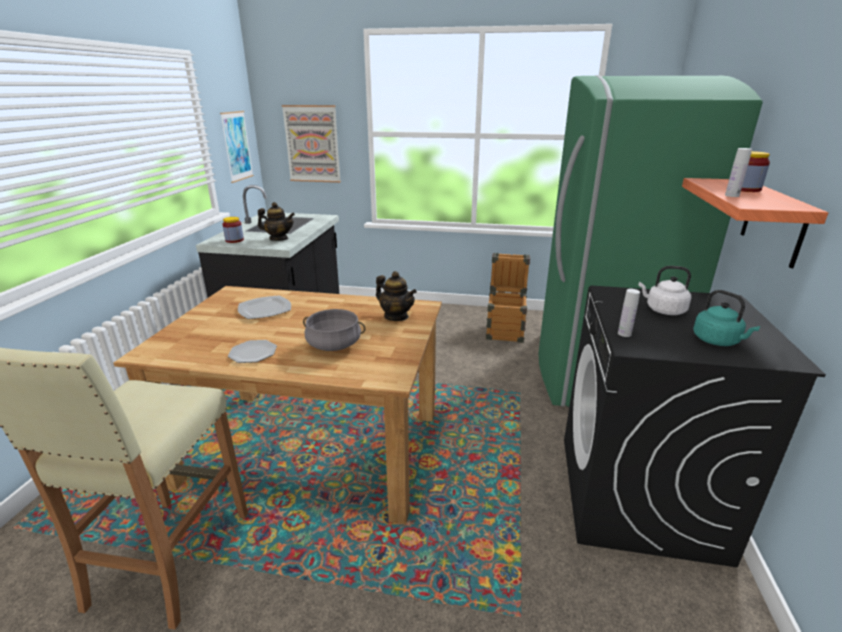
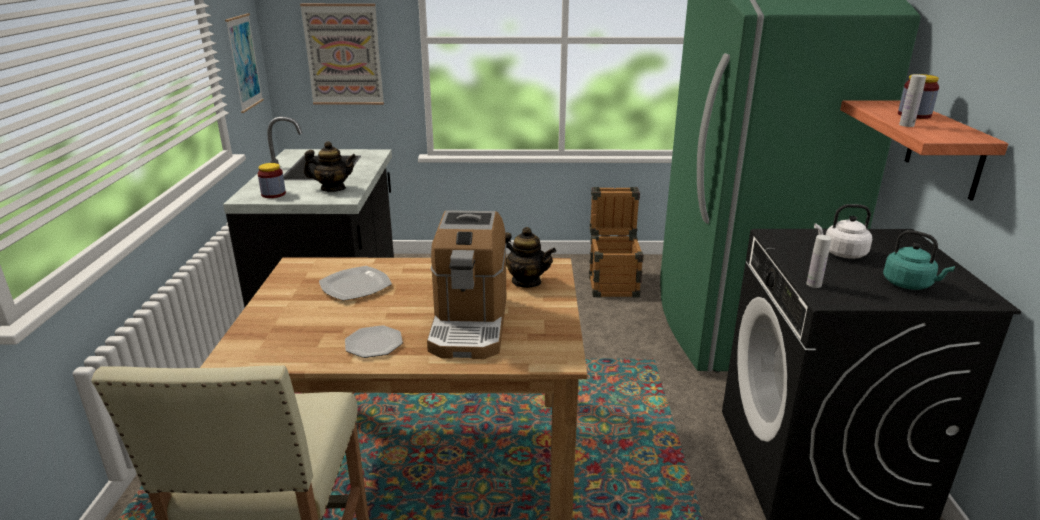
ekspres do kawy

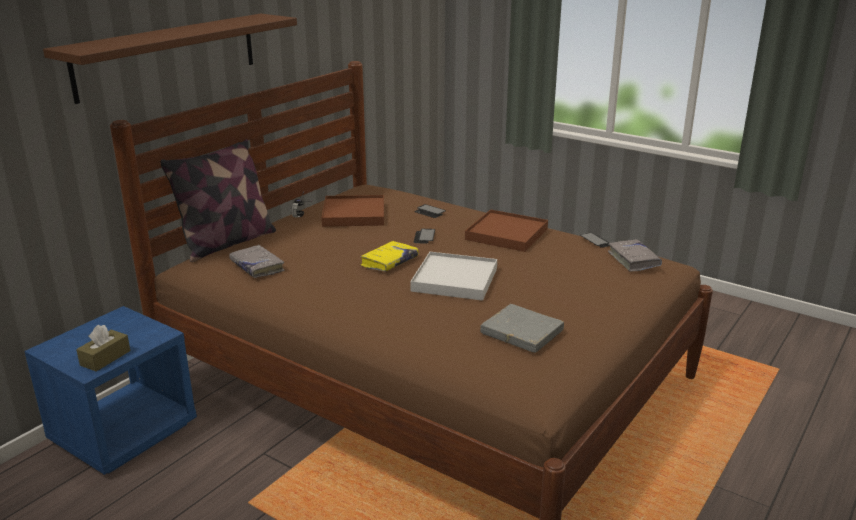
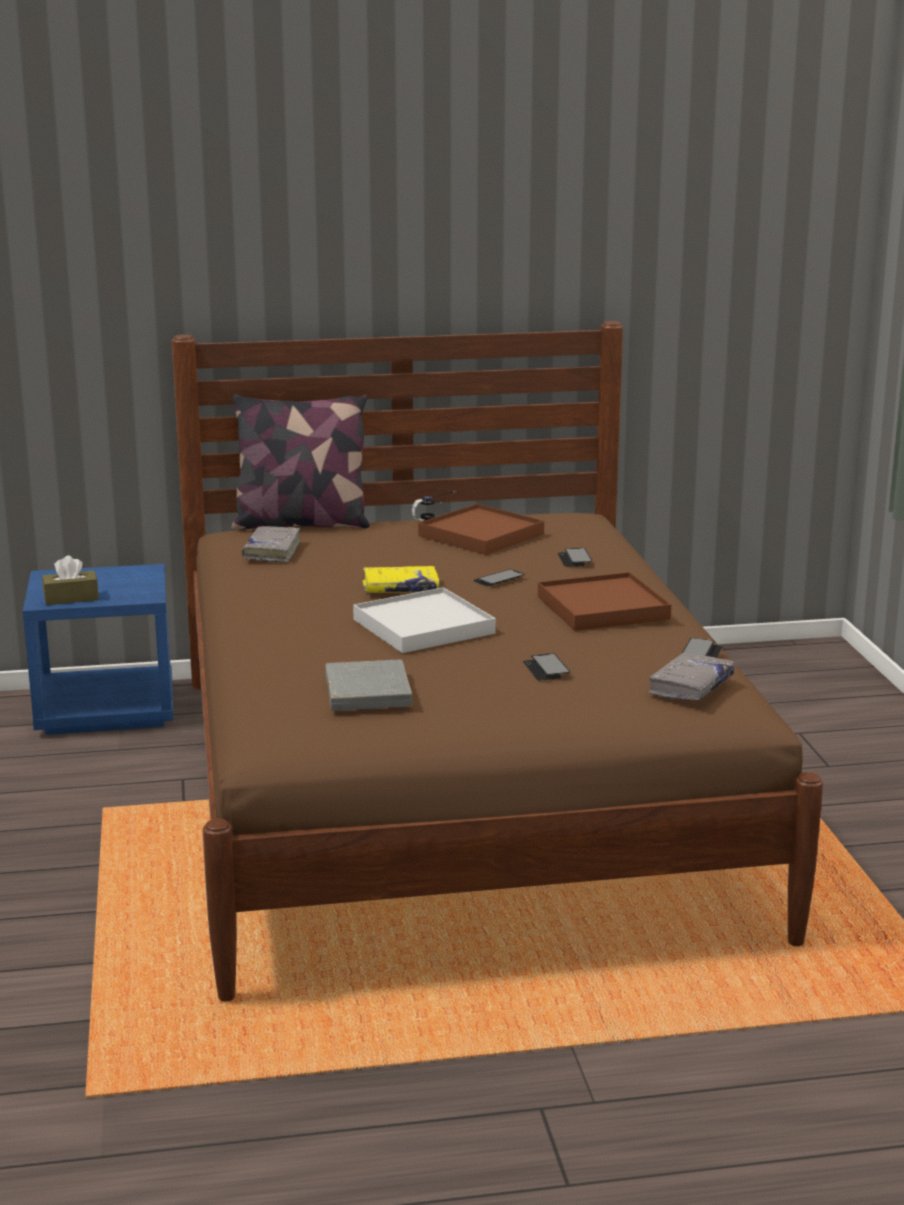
półka/brązowy
telefon (2nd from left)

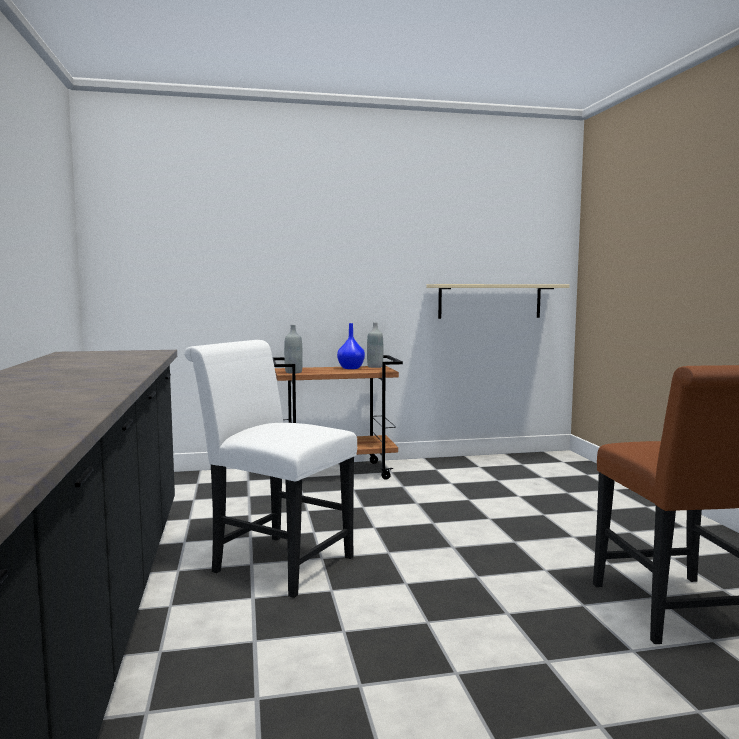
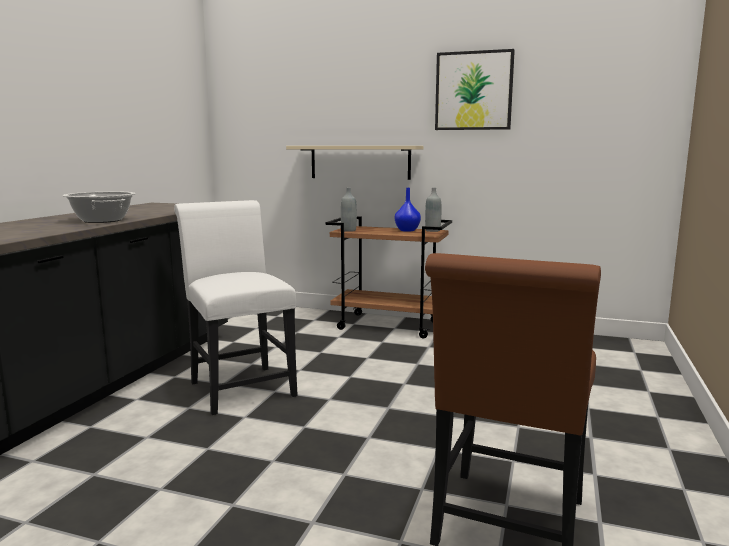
półka/beżowy
obraz
garnek

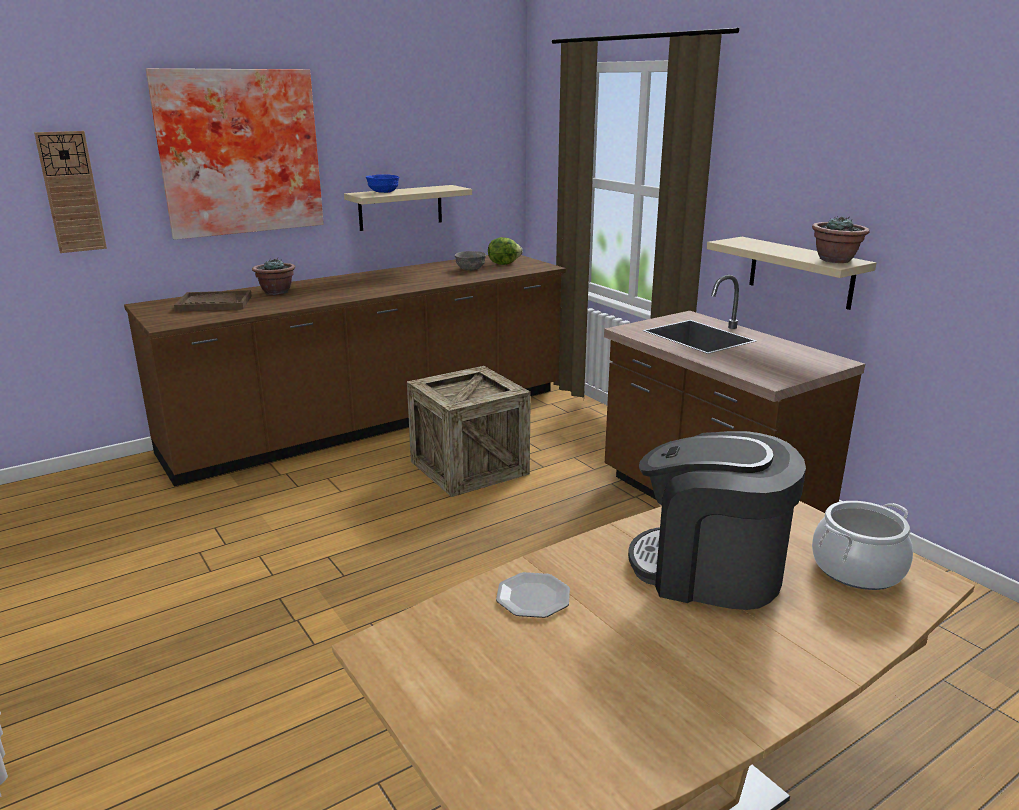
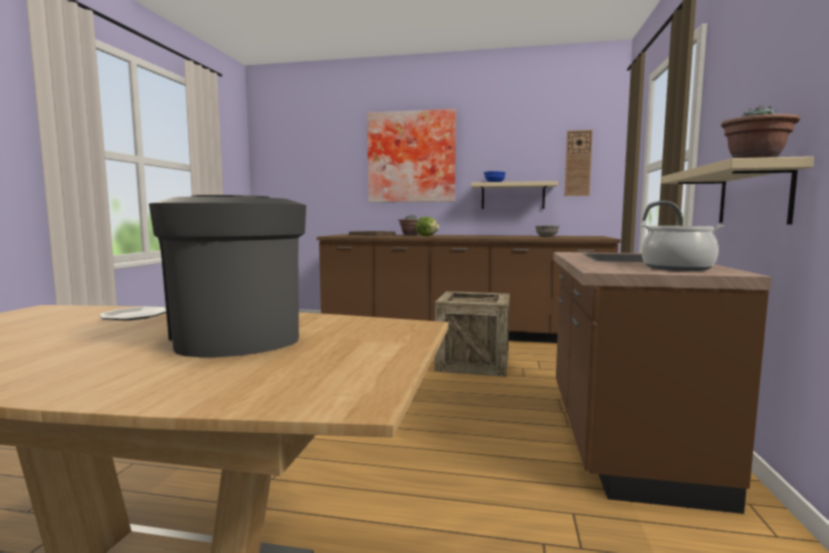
zegar ścienny
sałata
garnek

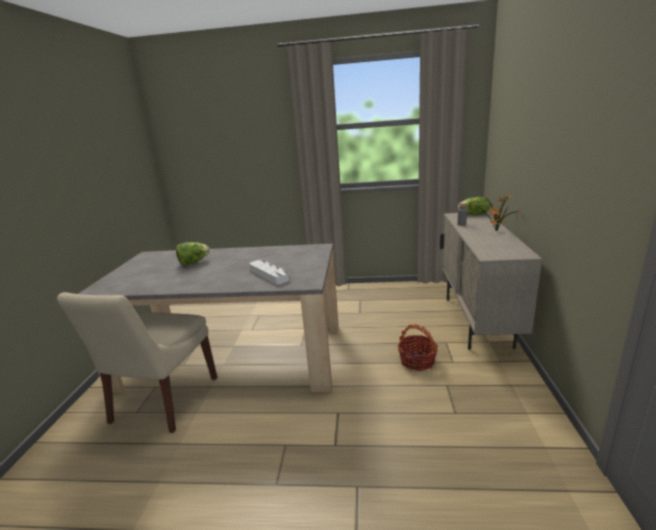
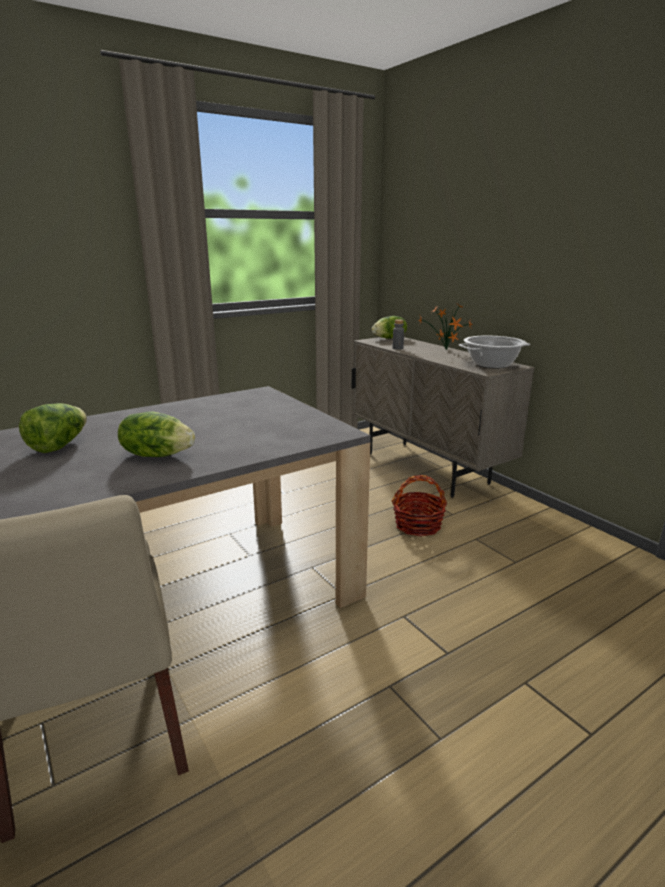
taca/szary
garnek
sałata (2nd from left)

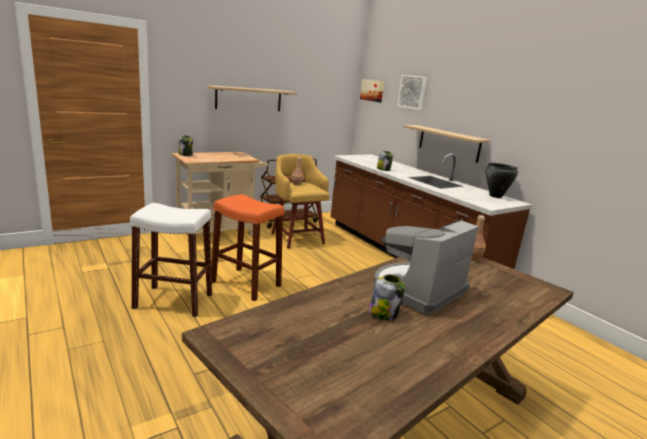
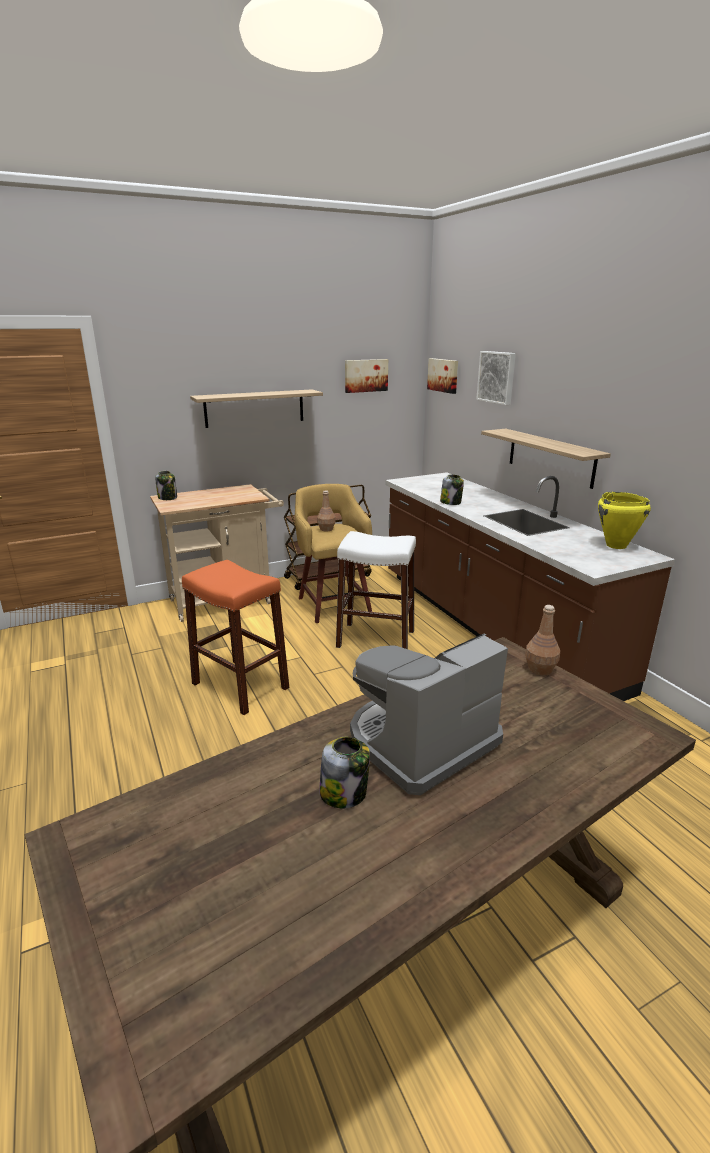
garnek/żółty
stołek/biały
obraz (1st from left)

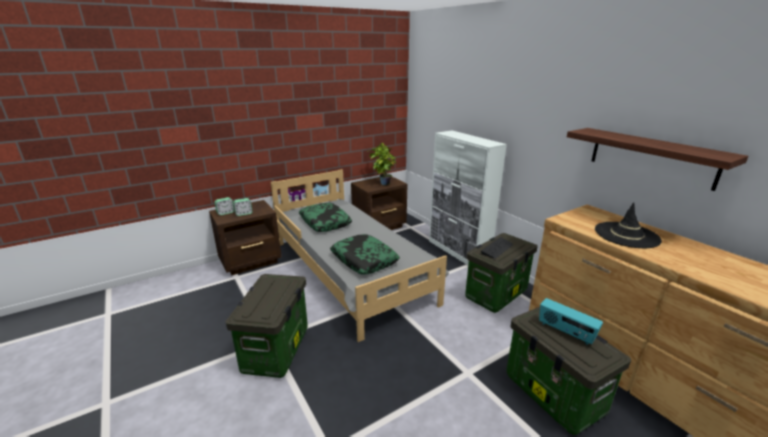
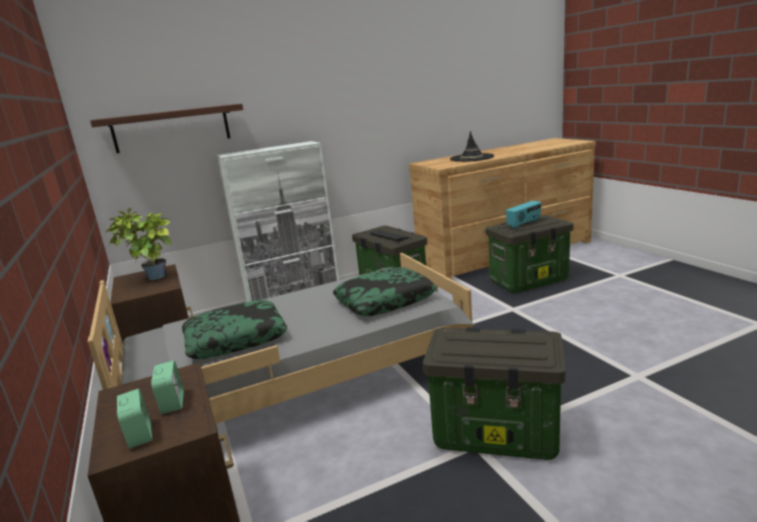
półka

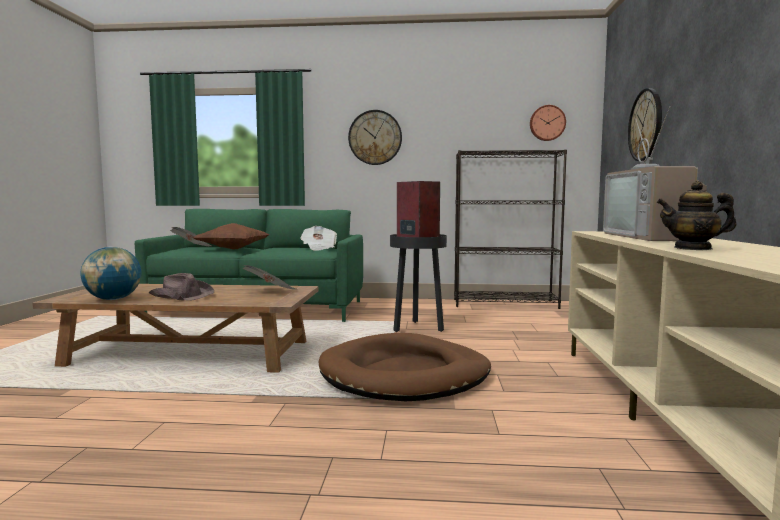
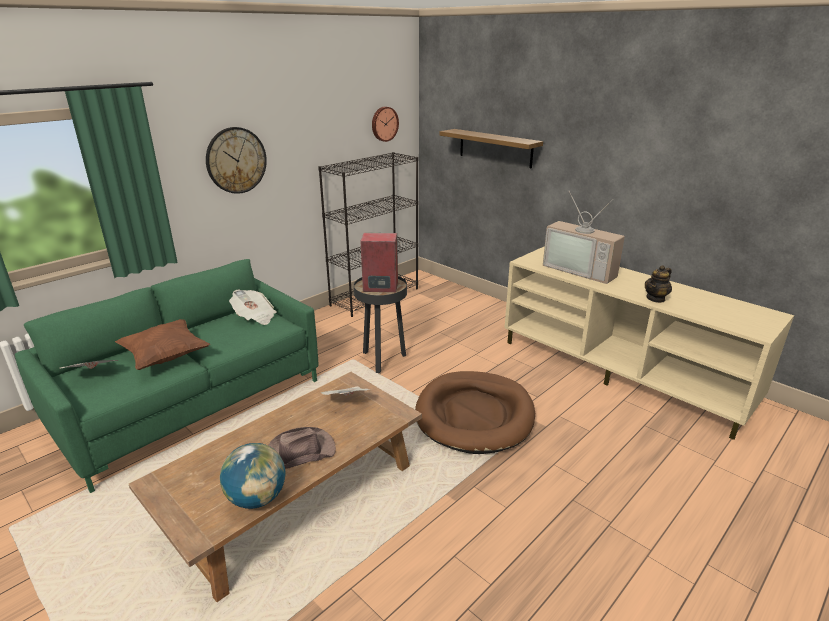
półka

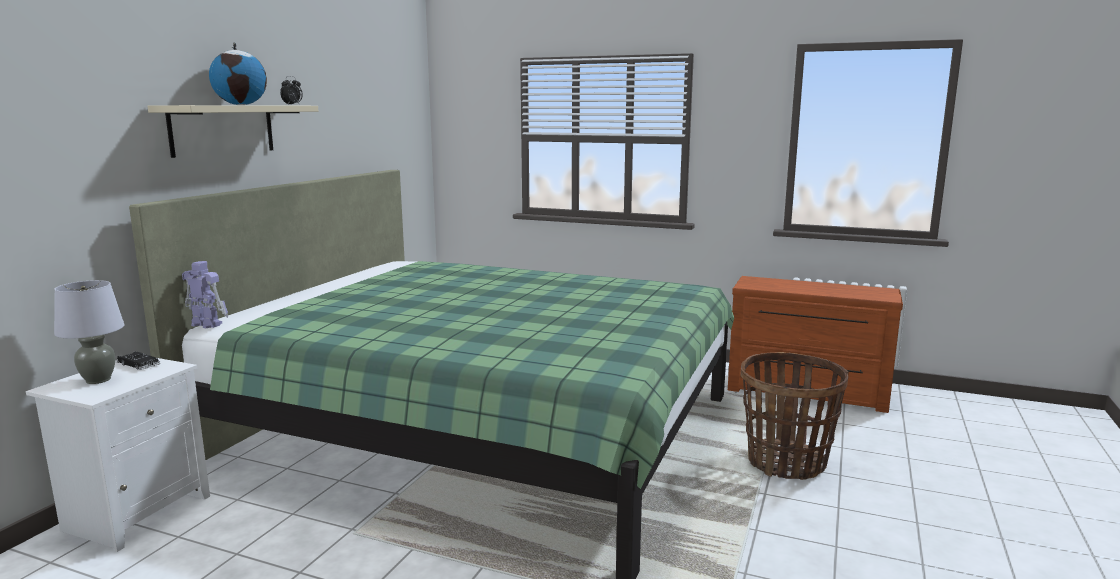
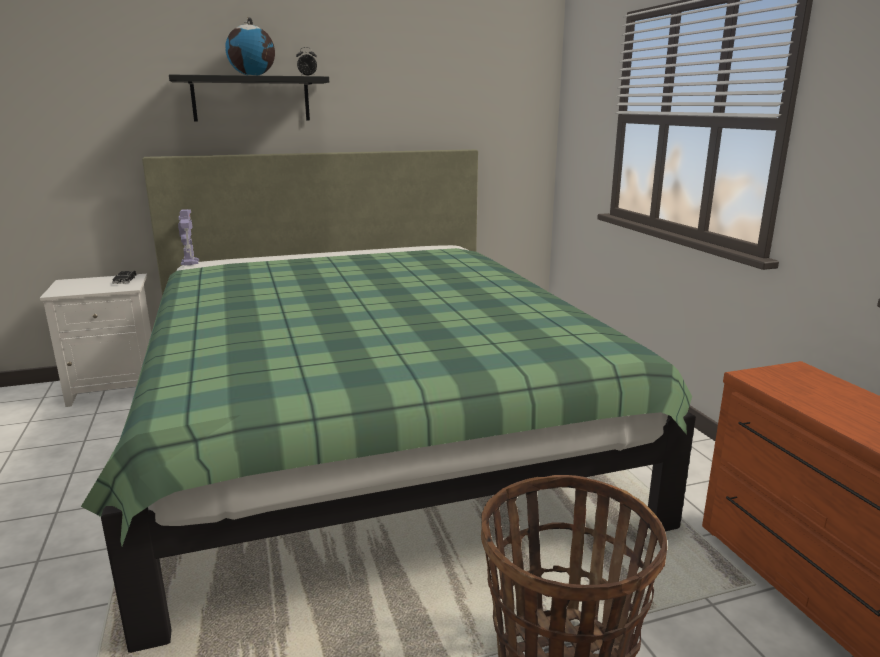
półka/czarny
lampa stołowa/szary

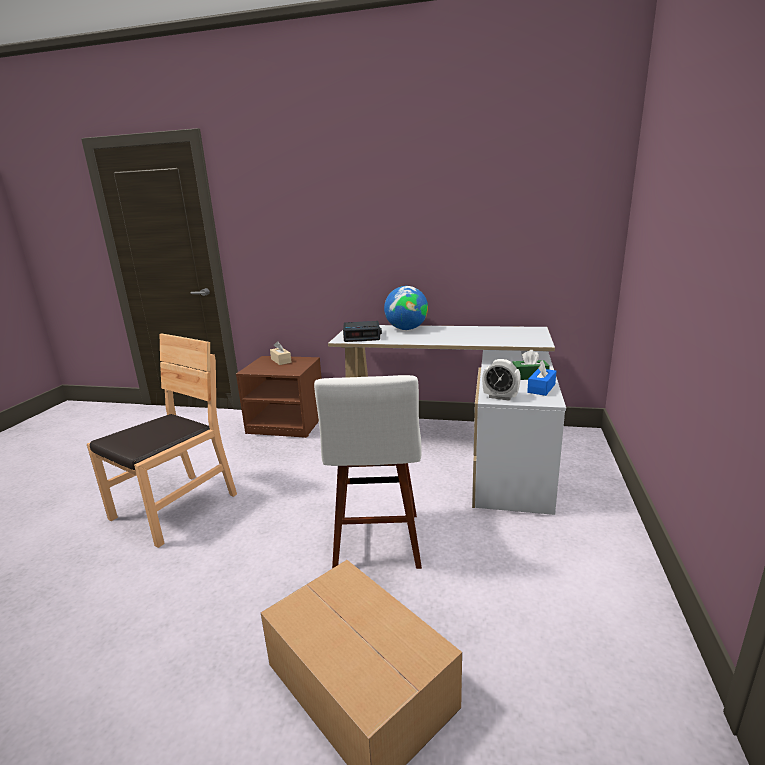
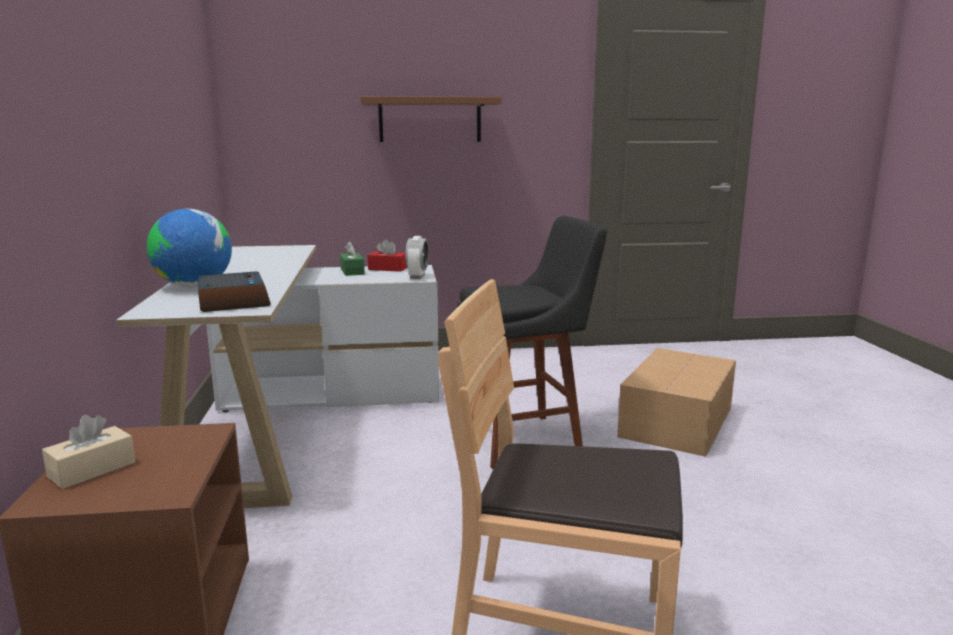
pudełko chusteczek/czerwony
stołek/czarny
półka/brązowy

